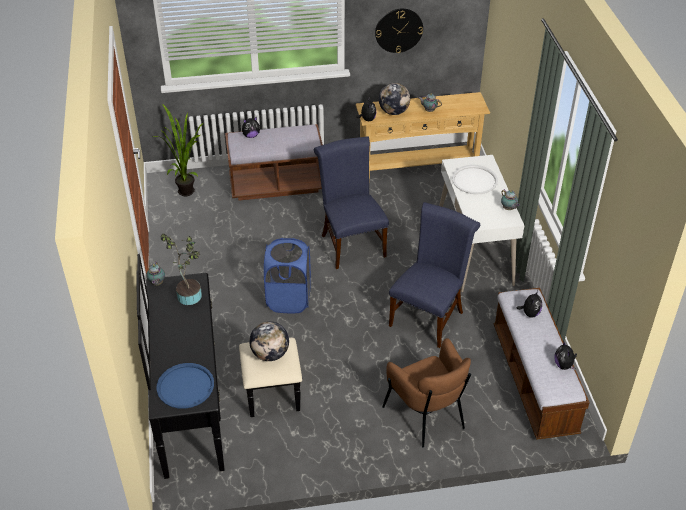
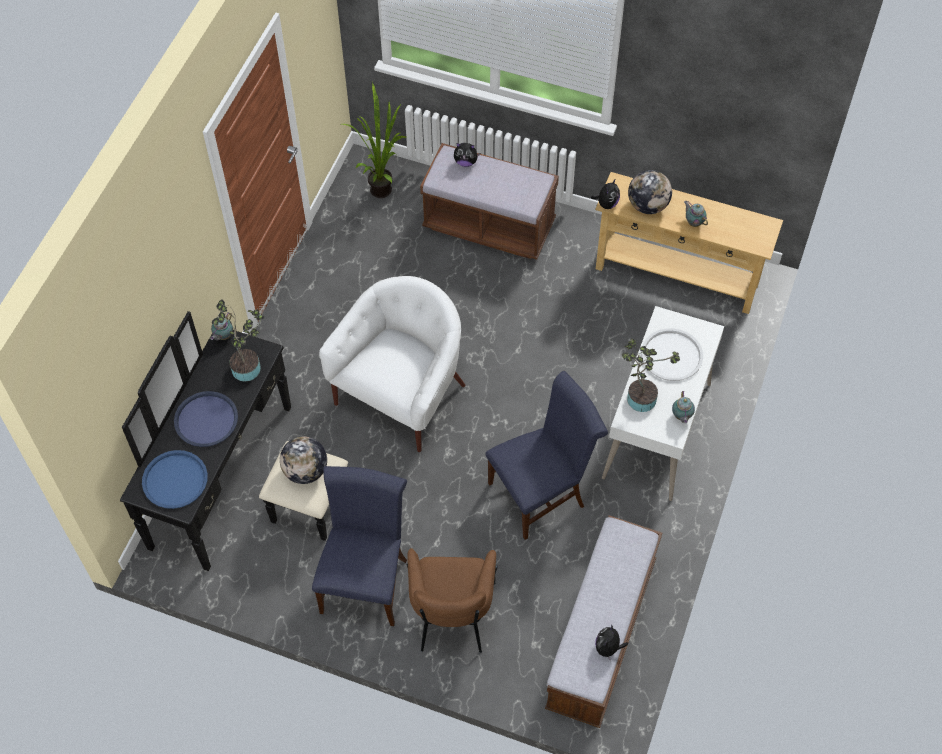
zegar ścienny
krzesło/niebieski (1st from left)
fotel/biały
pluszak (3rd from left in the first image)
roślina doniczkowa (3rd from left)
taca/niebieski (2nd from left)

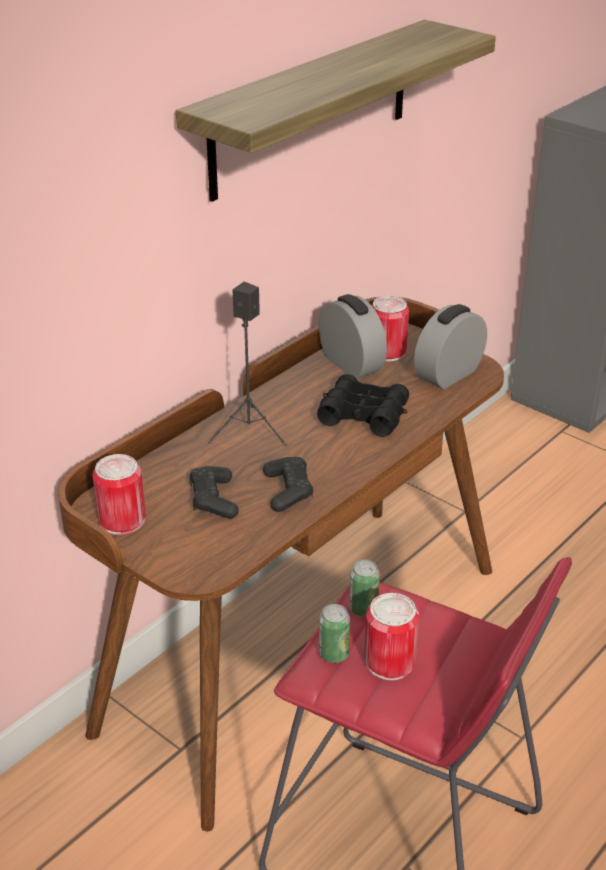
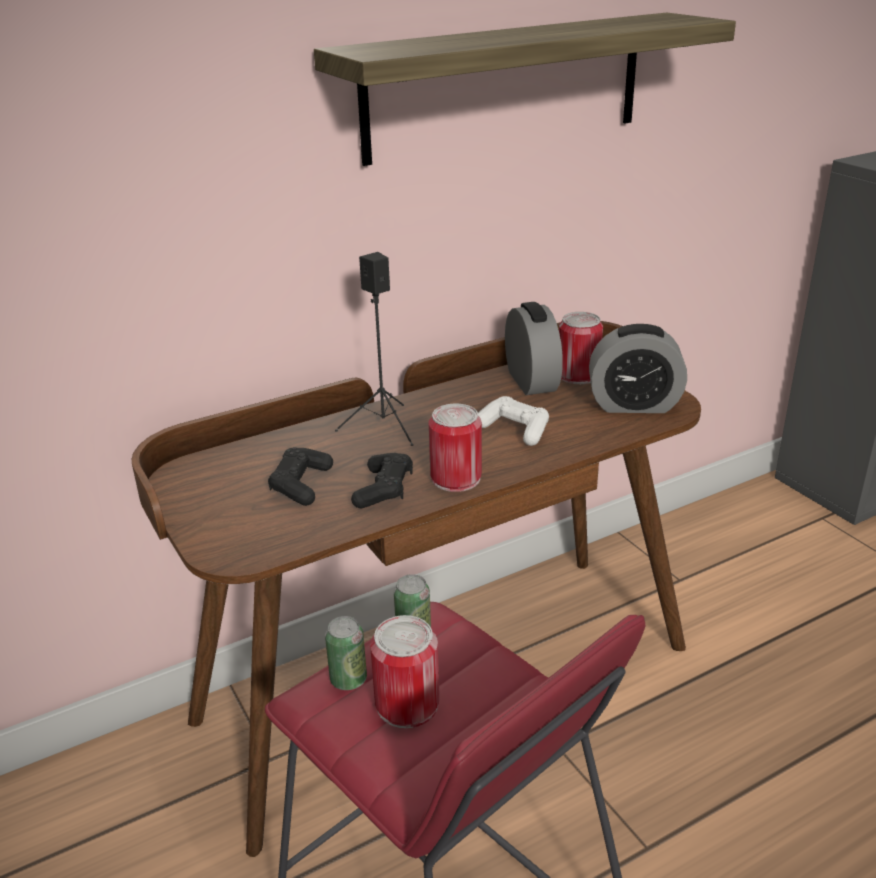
budzik (2nd from left)
pad do gier/biały
puszka (4th from left)

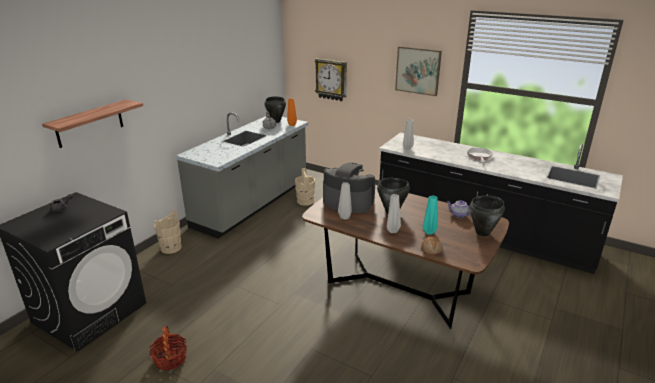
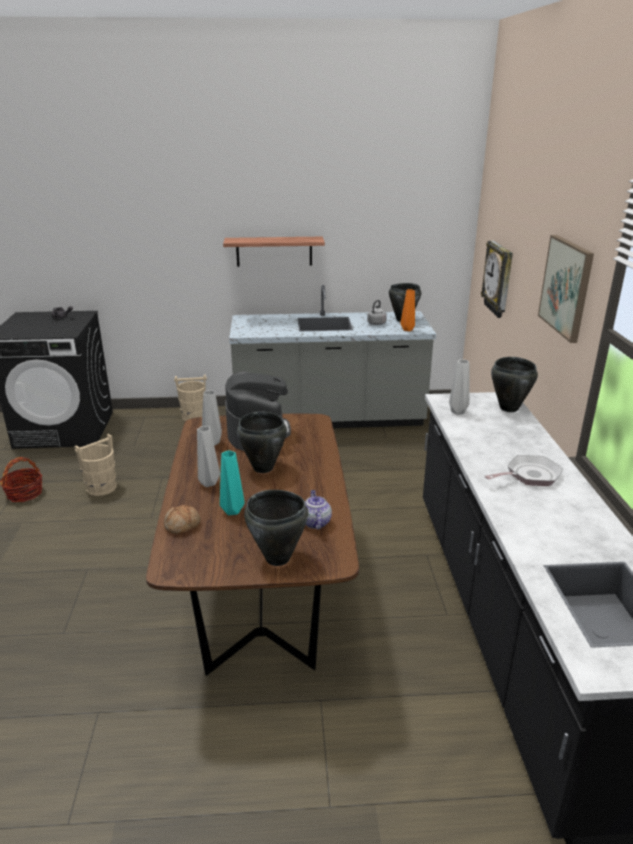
półka
wiadro/beżowy (1st from left)
garnek/czarny (4th from left)

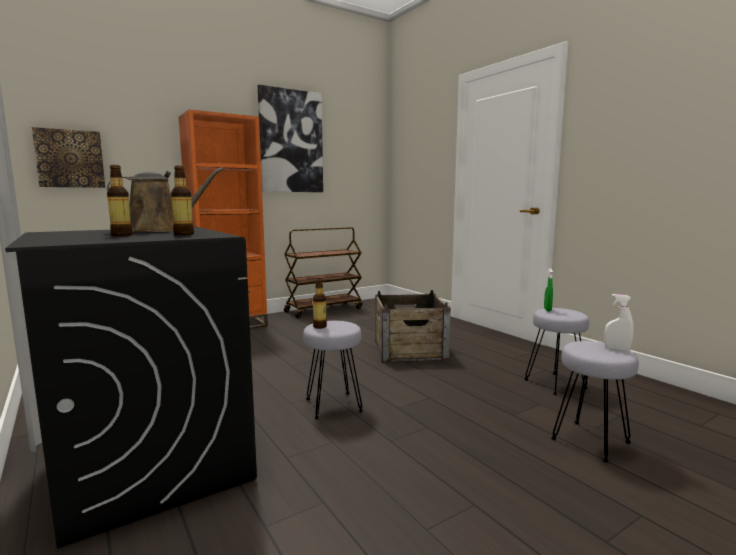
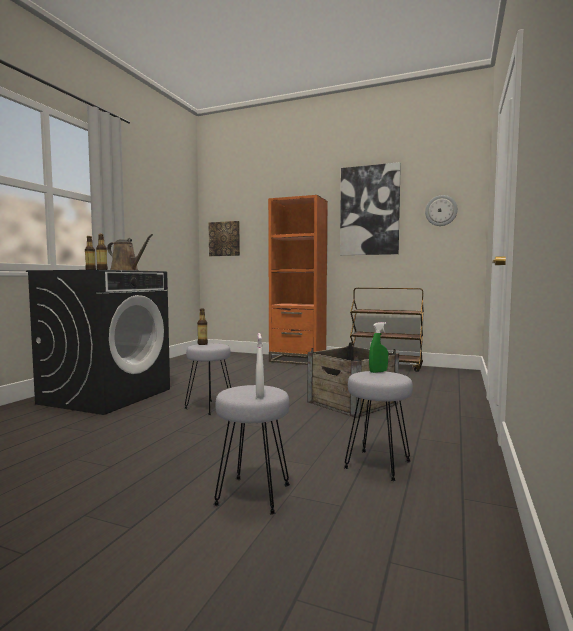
zegar ścienny

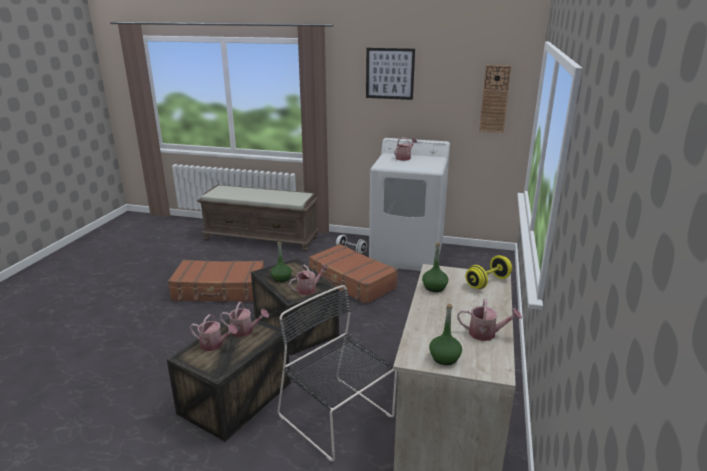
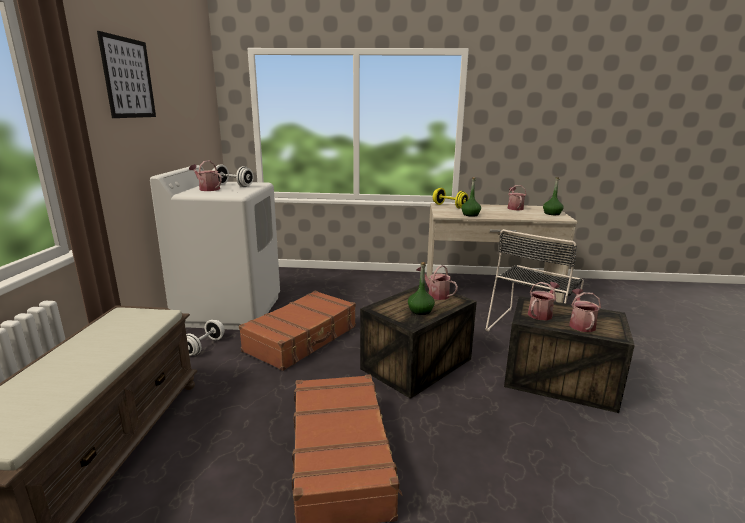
zegar ścienny
konewka (4th from left)
hantel/biały (2nd from left)

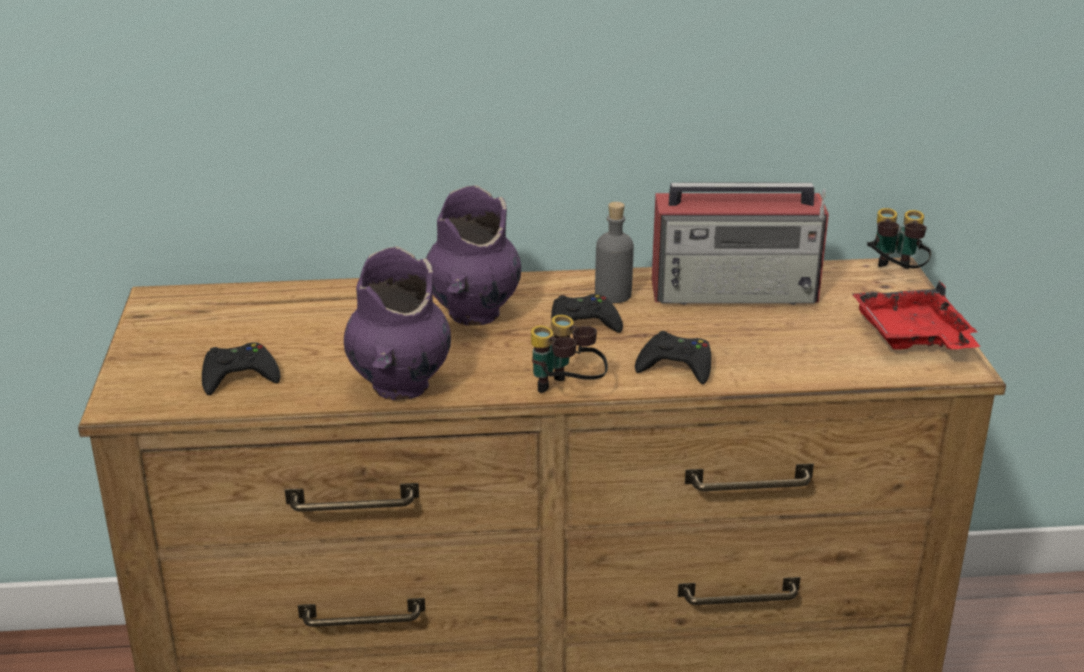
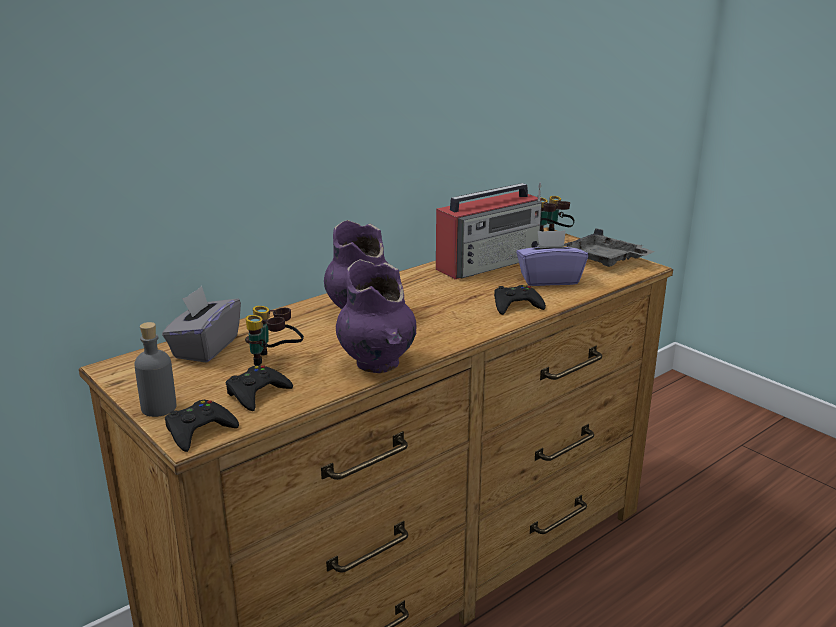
butelka/szary
taca/szary
pad do gier/czarny (1st from left)
lornetka (1st from left)
pudełko chusteczek/fioletowy
pudełko chusteczek/szary

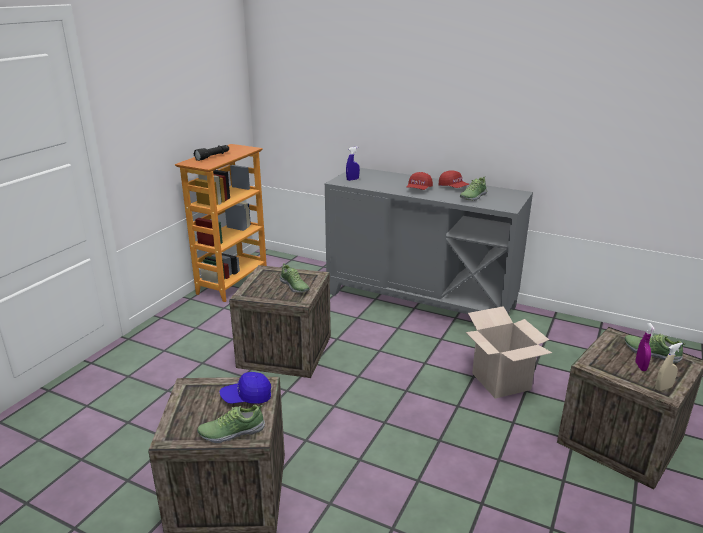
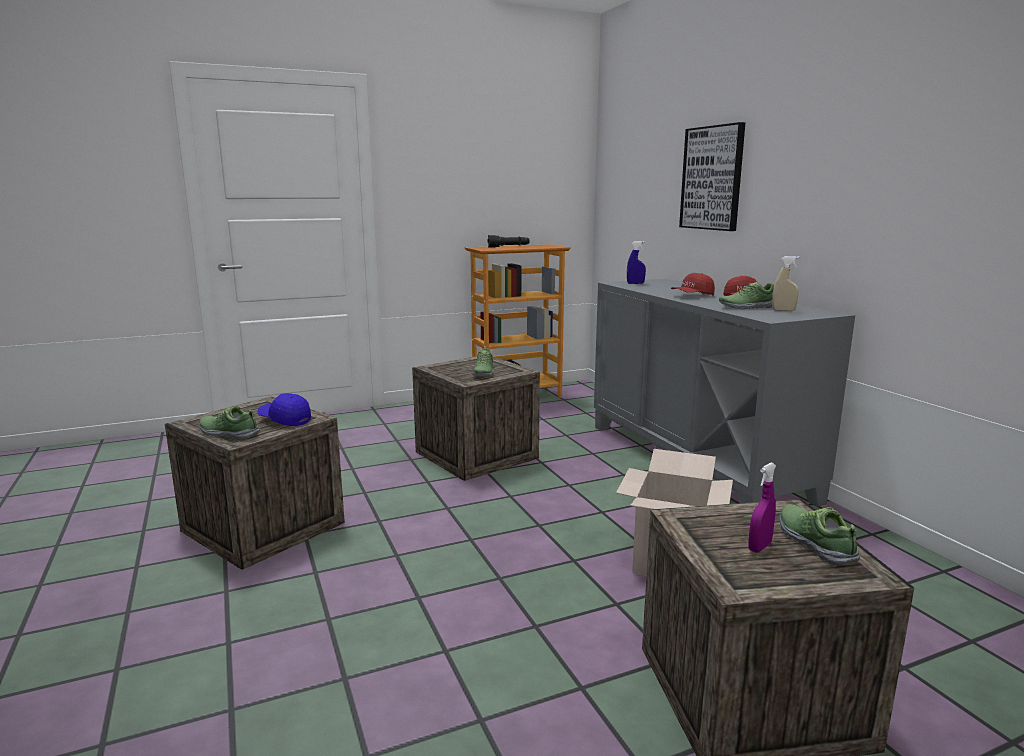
spryskiwacz/beżowy
obraz

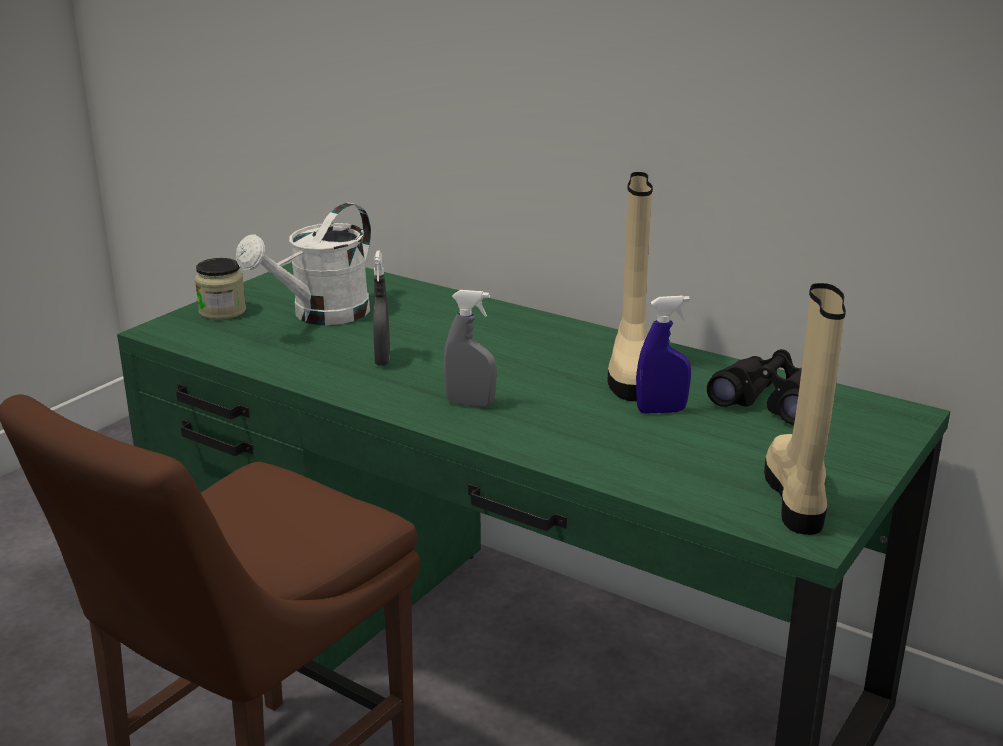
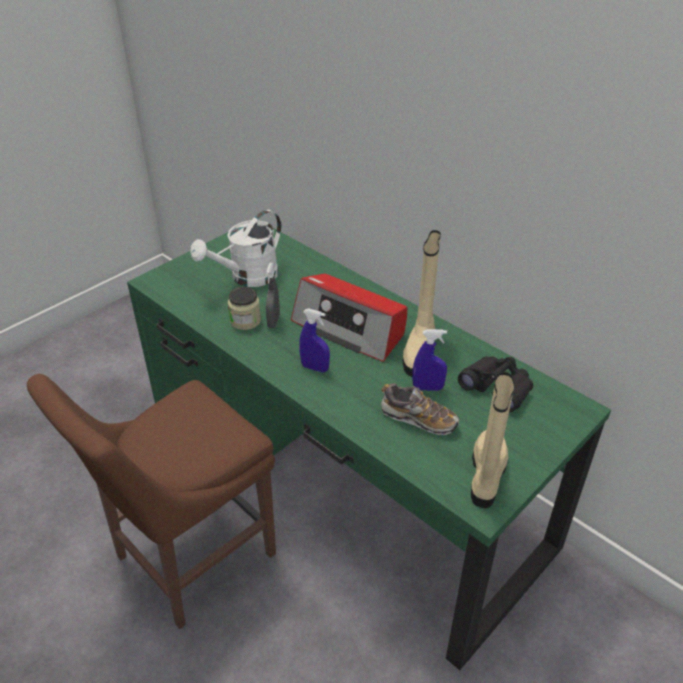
słoik
spryskiwacz/niebieski (1st from left)
radio
but

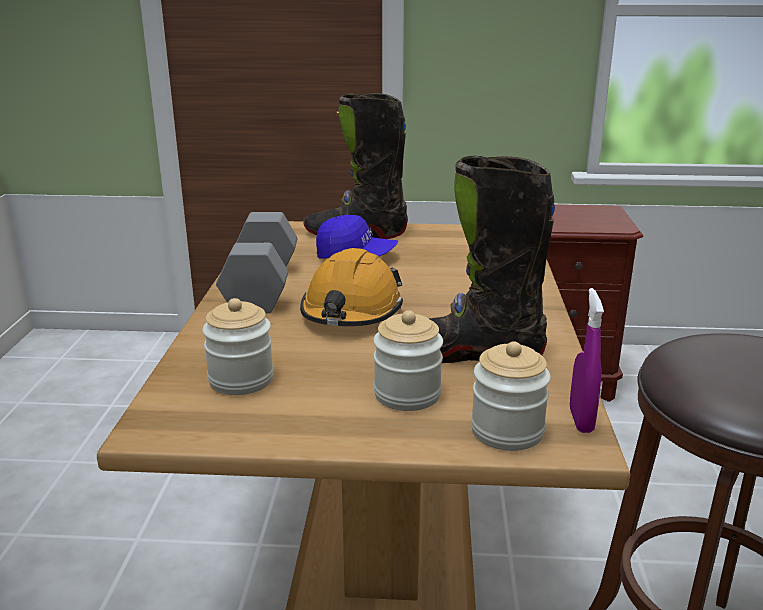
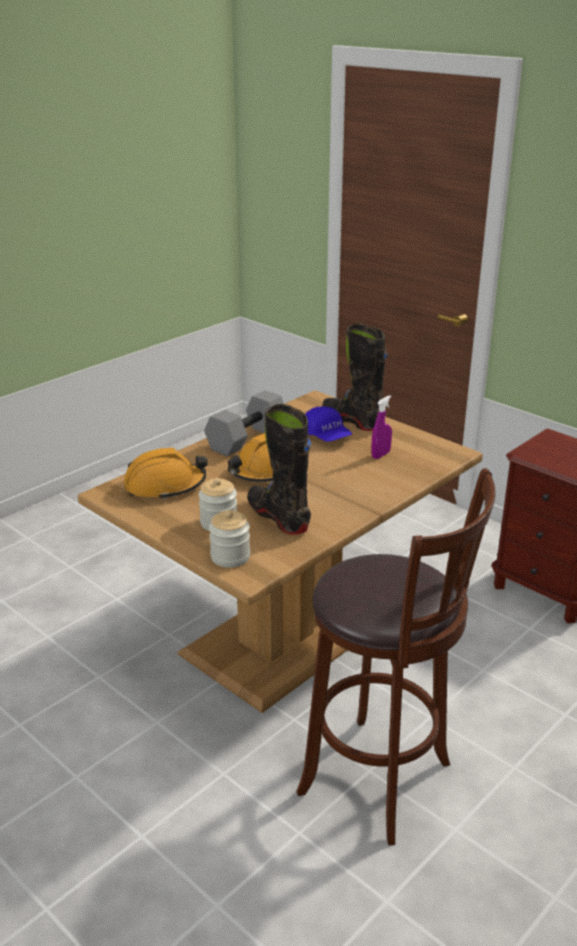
spryskiwacz/fioletowy
kask/pomarańczowy (1st from left)

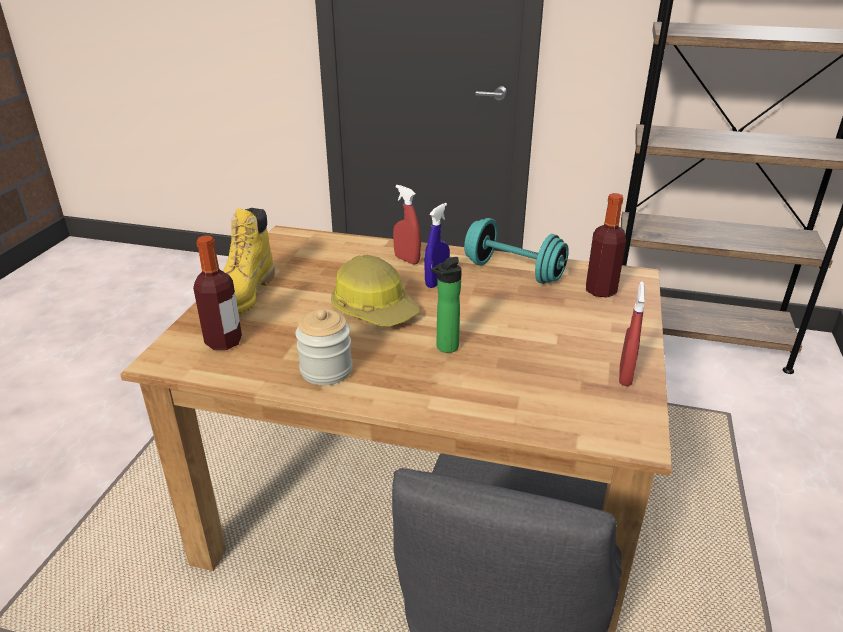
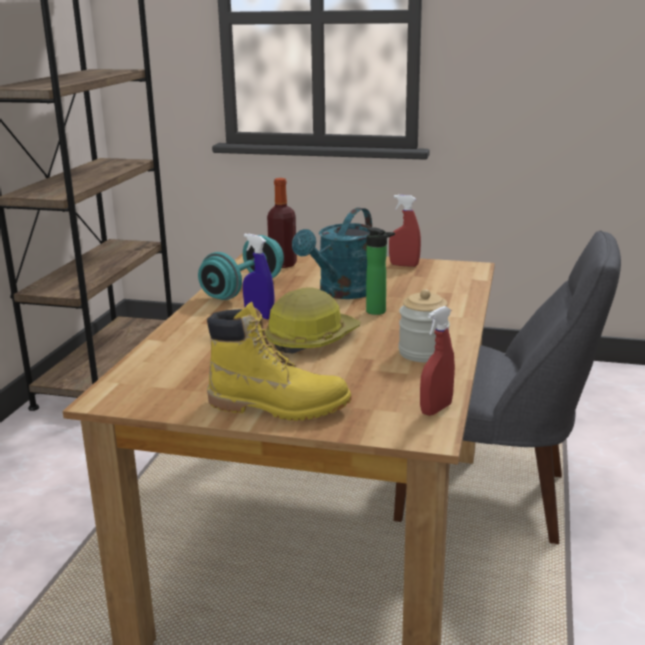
spryskiwacz/czerwony (2nd from left)
butelka (1st from left in the first image)
konewka/turkusowy

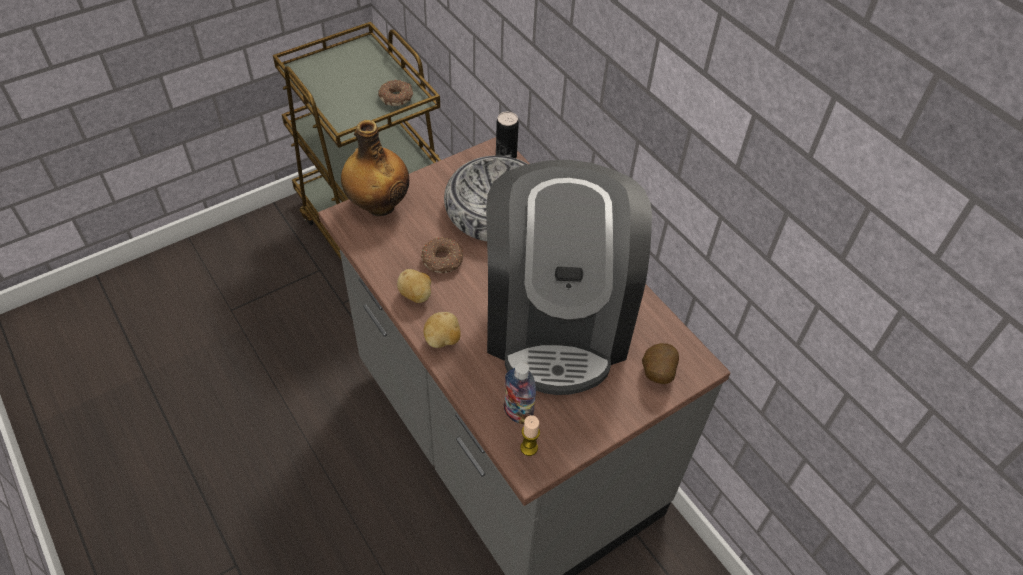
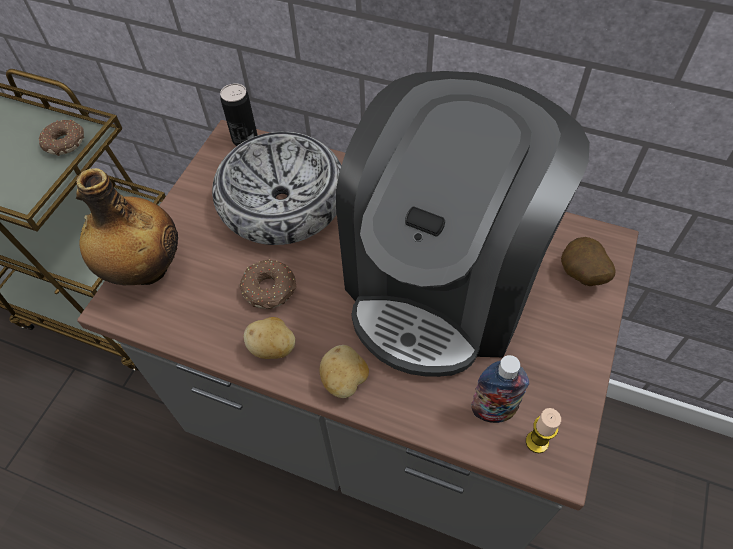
ekspres do kawy

